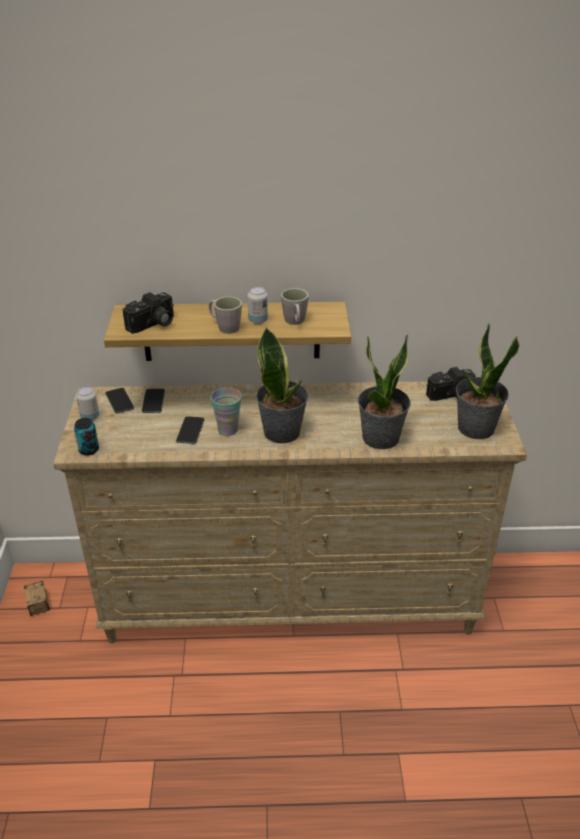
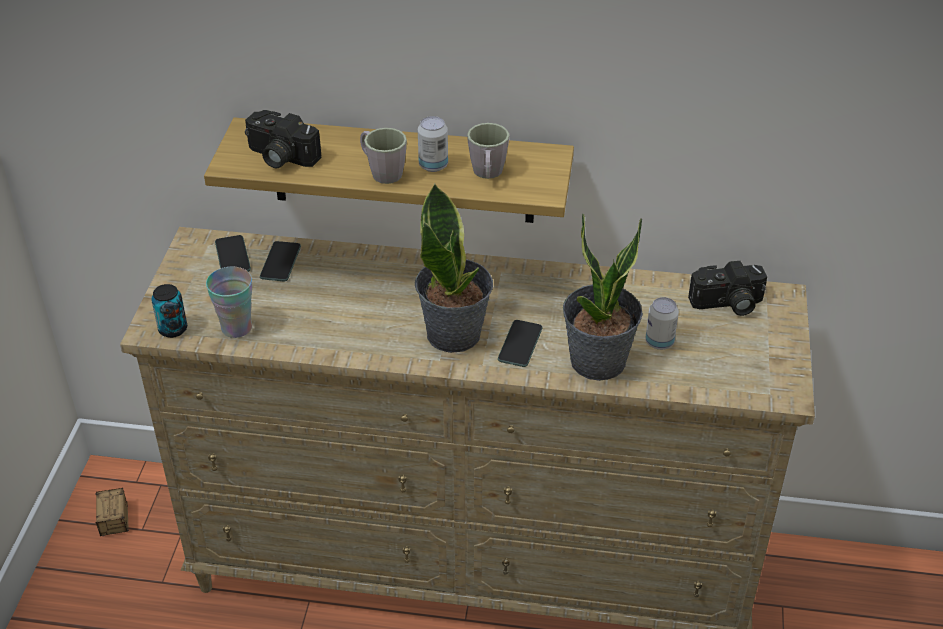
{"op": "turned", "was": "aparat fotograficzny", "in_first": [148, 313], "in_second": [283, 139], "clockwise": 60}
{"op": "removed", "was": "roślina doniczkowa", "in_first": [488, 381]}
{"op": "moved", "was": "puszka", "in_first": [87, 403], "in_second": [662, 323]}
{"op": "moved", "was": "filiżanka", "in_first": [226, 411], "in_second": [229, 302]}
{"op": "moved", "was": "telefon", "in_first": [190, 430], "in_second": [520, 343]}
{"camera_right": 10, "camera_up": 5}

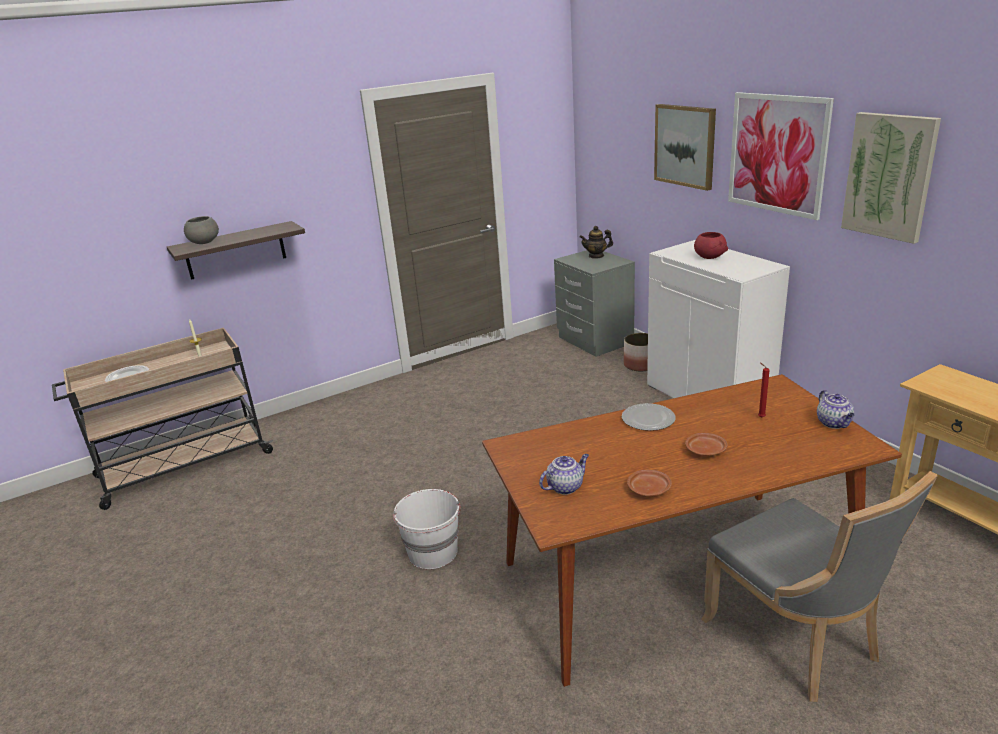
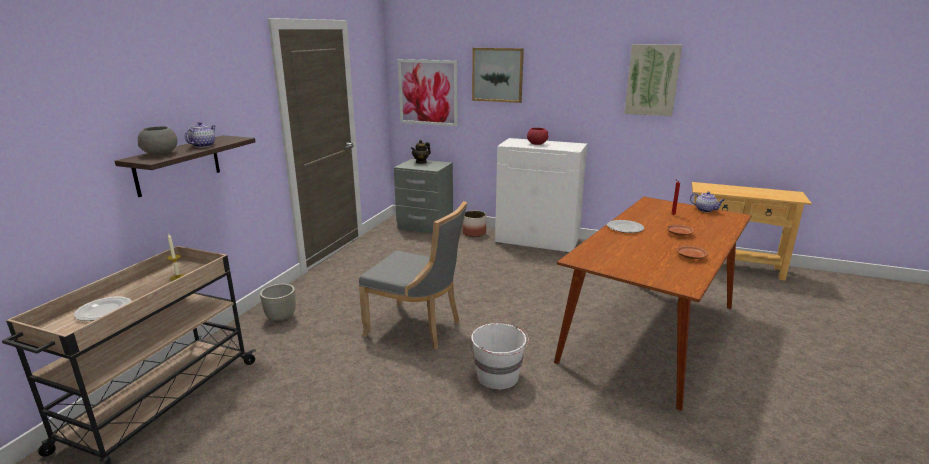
{"op": "moved", "was": "obraz", "in_first": [781, 156], "in_second": [428, 92]}
{"op": "moved", "was": "imbryk", "in_first": [564, 474], "in_second": [200, 135]}
{"op": "moved", "was": "krzesło (szary)", "in_first": [819, 586], "in_second": [413, 275]}
{"op": "added", "now": "donica (szary)", "in_second": [278, 303]}
{"camera_right": -40, "camera_up": -5}

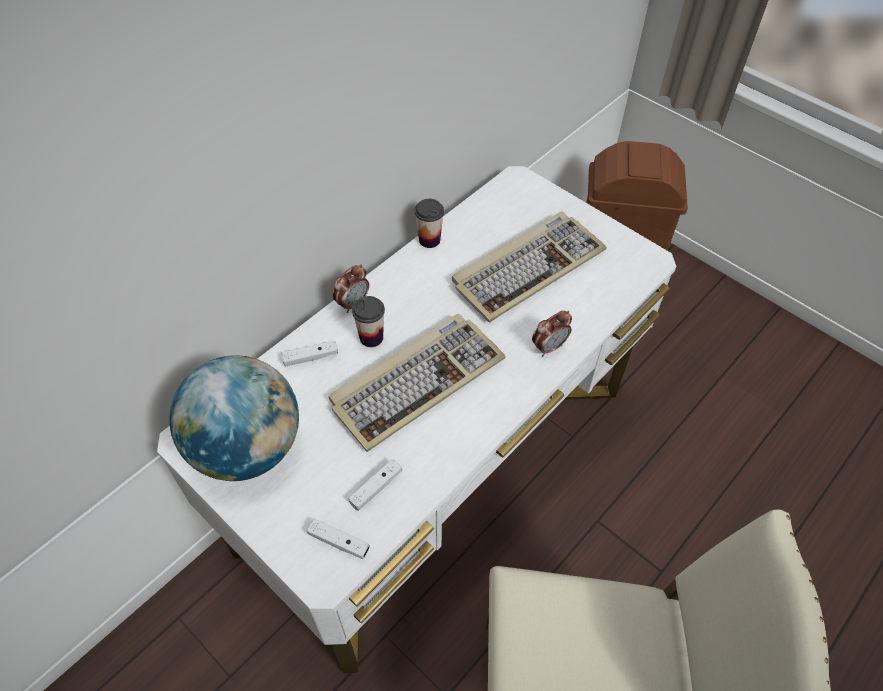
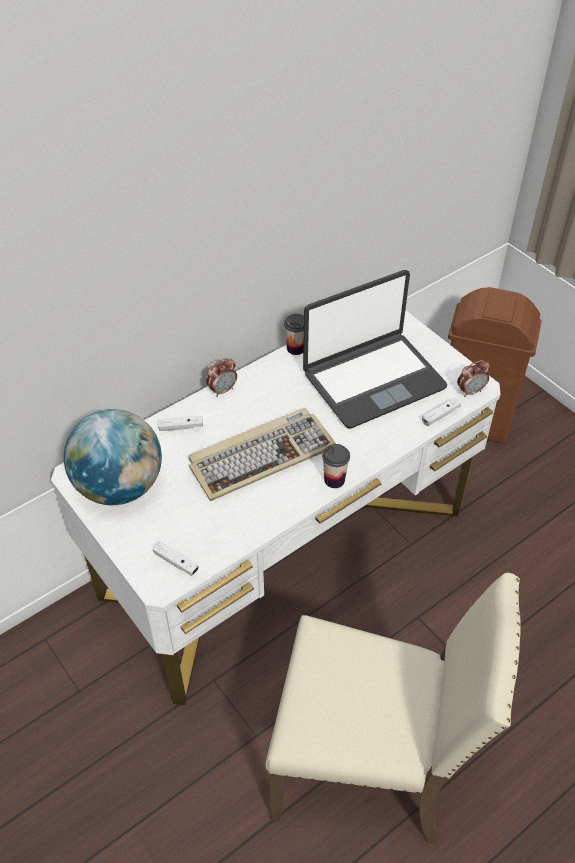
{"op": "replaced", "was": "klawiatura", "now": "laptop", "in_first": [529, 266], "in_second": [375, 349]}
{"op": "moved", "was": "filiżanka", "in_first": [368, 321], "in_second": [336, 466]}
{"op": "moved", "was": "budzik", "in_first": [552, 333], "in_second": [473, 378]}
{"op": "moved", "was": "pad do gier (biały)", "in_first": [375, 485], "in_second": [441, 412]}
{"camera_right": 10, "camera_up": -5}

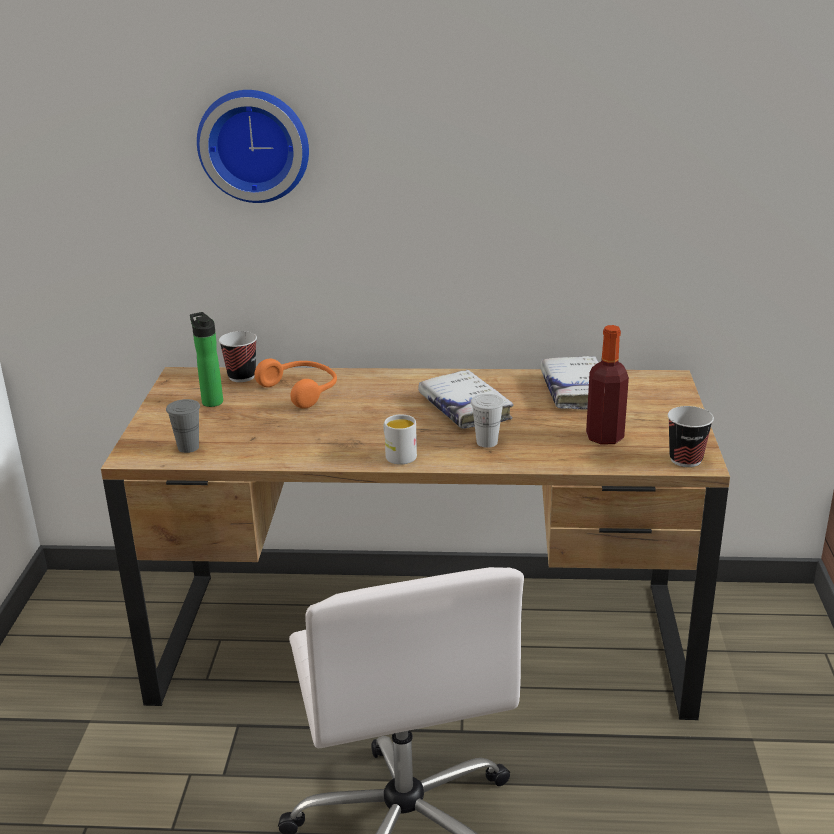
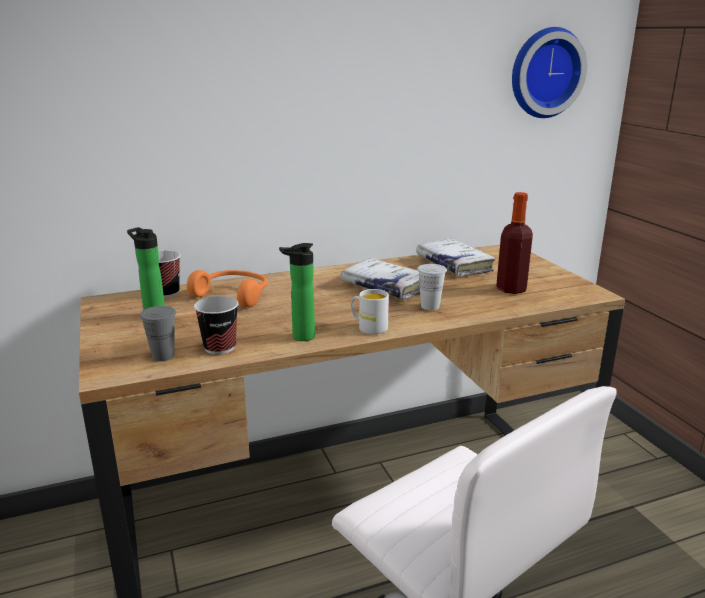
{"op": "moved", "was": "zegar ścienny", "in_first": [253, 146], "in_second": [549, 72]}
{"op": "moved", "was": "filiżanka", "in_first": [691, 436], "in_second": [216, 325]}
{"op": "added", "now": "butelka", "in_second": [297, 292]}
{"camera_right": -25, "camera_up": -5}

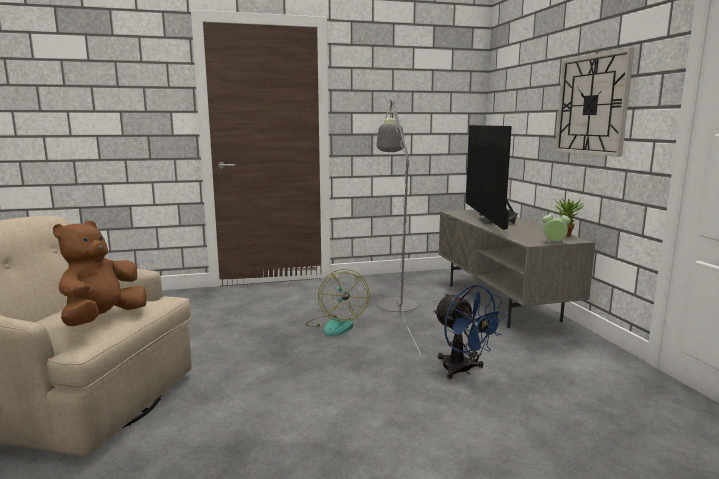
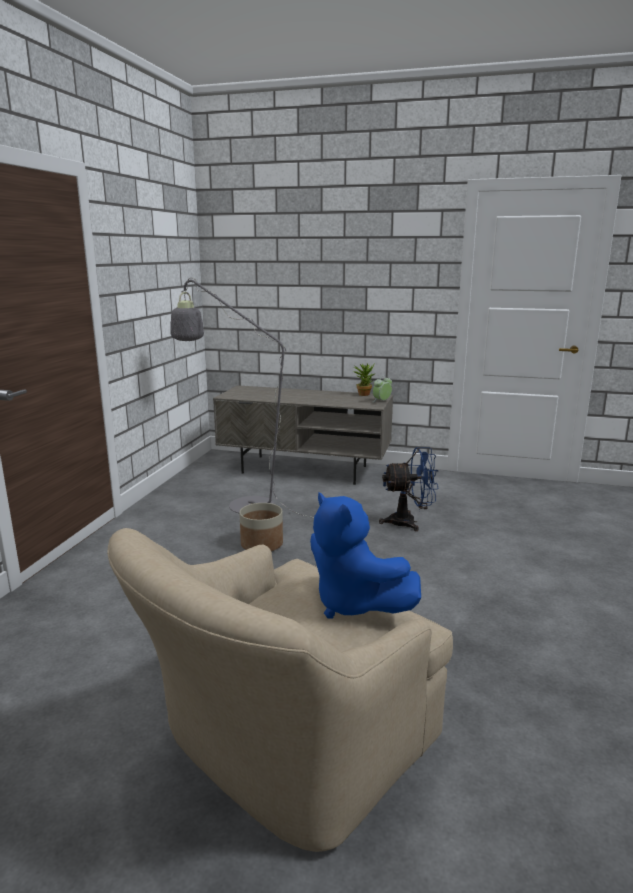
{"op": "removed", "was": "zegar ścienny", "in_first": [594, 102]}
{"op": "removed", "was": "telewizor", "in_first": [491, 177]}
{"op": "recoloured", "was": "pluszak (brązowy)", "now": "pluszak (niebieski)", "in_first": [100, 273], "in_second": [365, 555]}
{"op": "replaced", "was": "wentylator", "now": "donica", "in_first": [337, 302], "in_second": [261, 527]}
{"camera_right": -60, "camera_up": 5}

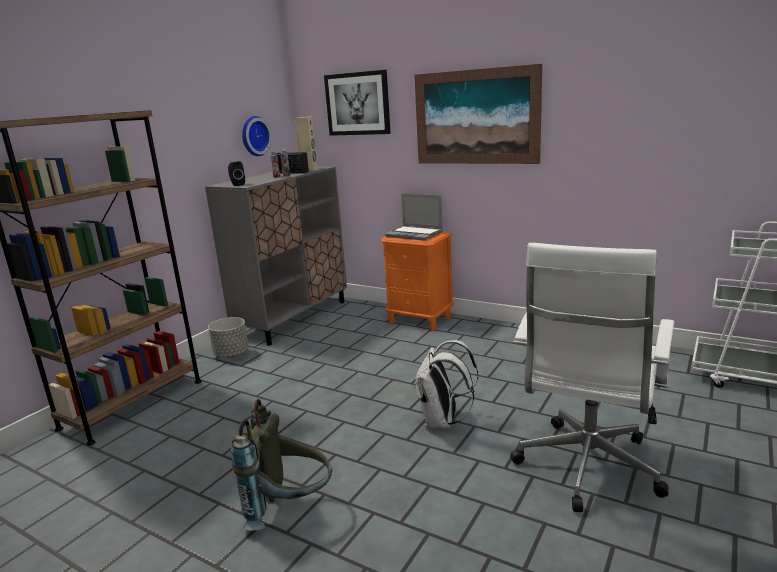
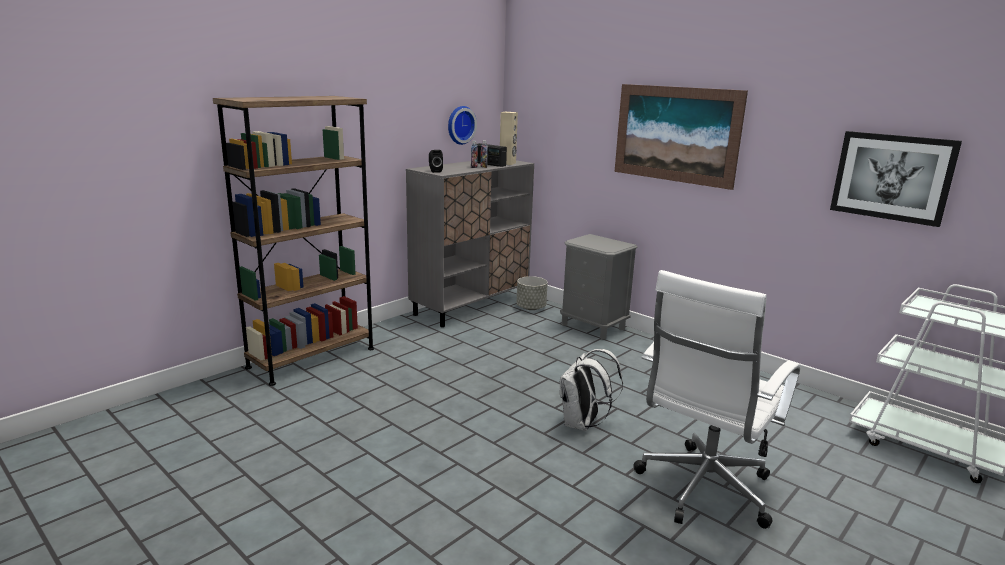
{"op": "moved", "was": "obraz", "in_first": [357, 103], "in_second": [896, 179]}
{"op": "removed", "was": "laptop", "in_first": [414, 217]}
{"op": "recoloured", "was": "szafka nocna (pomarańczowy)", "now": "szafka nocna (szary)", "in_first": [417, 281], "in_second": [599, 287]}
{"op": "moved", "was": "donica (szary)", "in_first": [228, 337], "in_second": [532, 293]}
{"op": "removed", "was": "plecak (szary)", "in_first": [281, 465]}
{"camera_right": 10, "camera_up": 0}

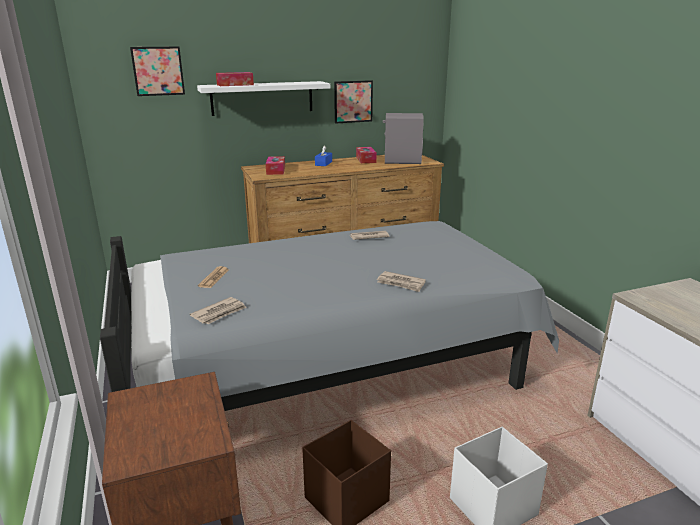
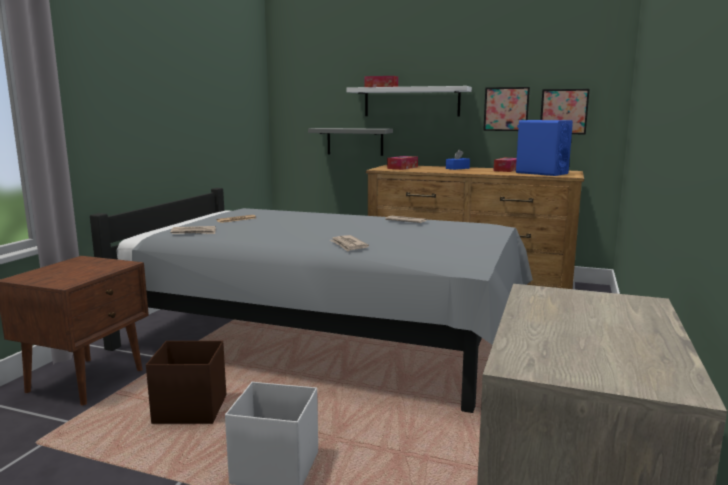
{"op": "moved", "was": "obraz", "in_first": [157, 71], "in_second": [565, 111]}
{"op": "recoloured", "was": "głośnik (szary)", "now": "głośnik (niebieski)", "in_first": [403, 138], "in_second": [544, 148]}
{"op": "added", "now": "półka (szary)", "in_second": [350, 142]}
{"camera_right": 40, "camera_up": -10}

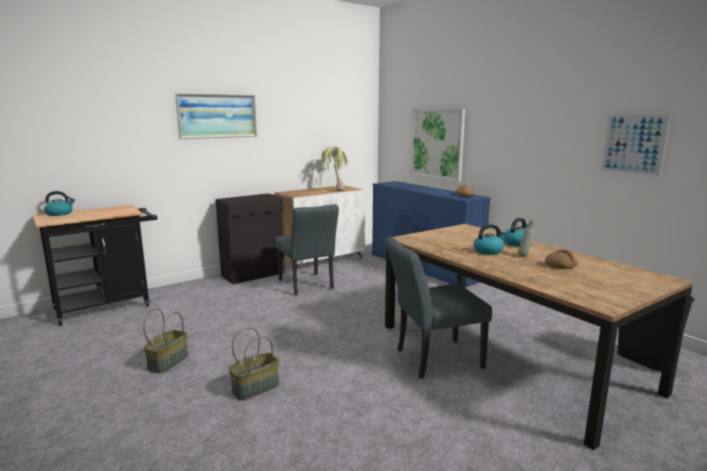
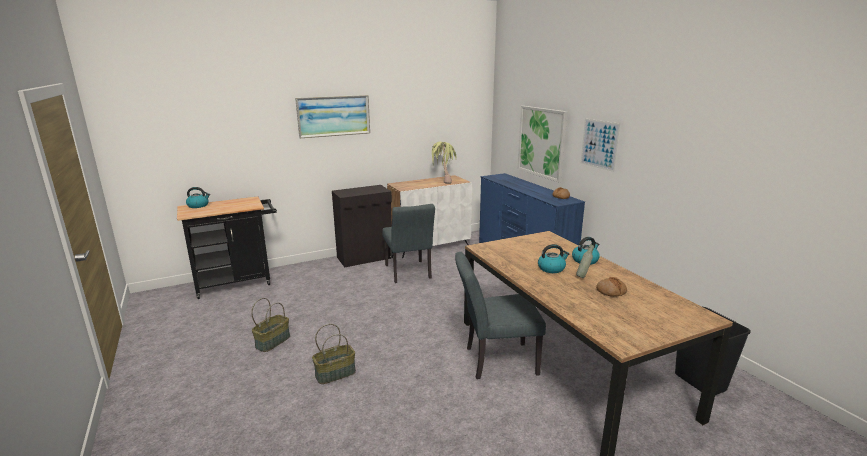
{"op": "moved", "was": "obraz", "in_first": [635, 145], "in_second": [601, 145]}
{"camera_right": 10, "camera_up": 5}

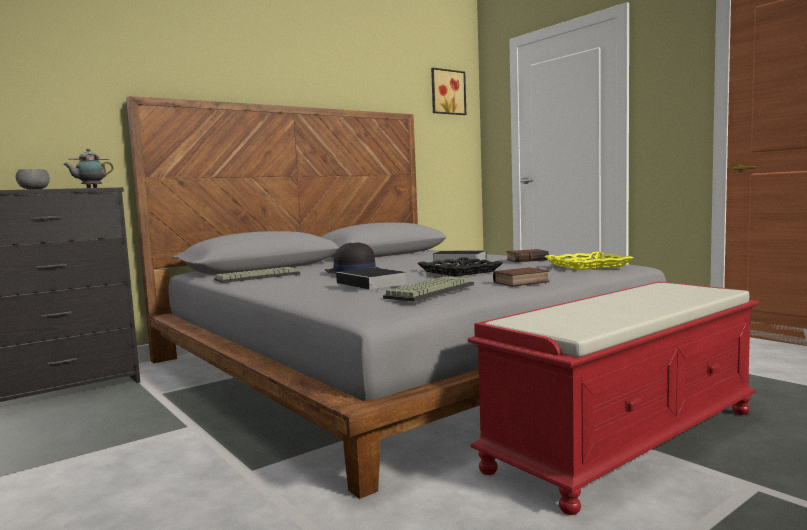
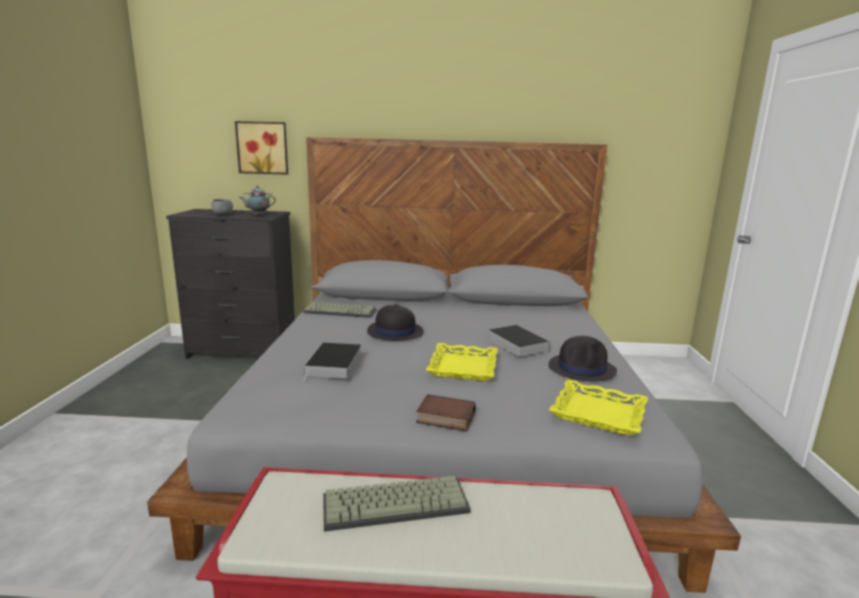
{"op": "moved", "was": "obraz", "in_first": [448, 91], "in_second": [261, 148]}
{"op": "replaced", "was": "książka", "now": "kapelusz (czarny)", "in_first": [527, 255], "in_second": [583, 358]}
{"op": "recoloured", "was": "taca (czarny)", "now": "taca (żółty)", "in_first": [460, 266], "in_second": [462, 362]}
{"op": "moved", "was": "klawiatura", "in_first": [428, 289], "in_second": [397, 504]}
{"camera_right": 40, "camera_up": 10}

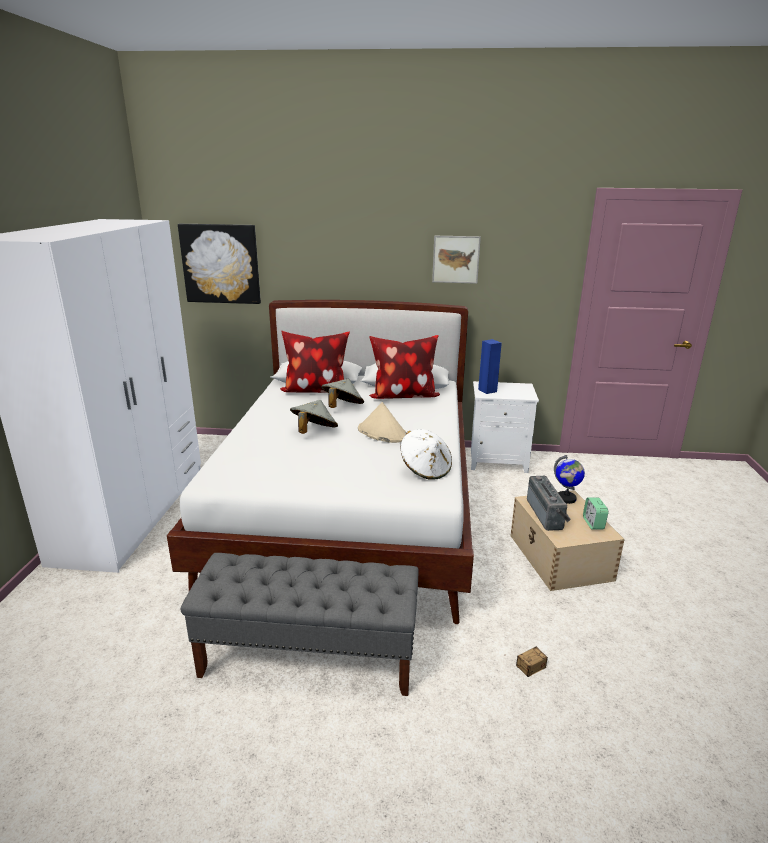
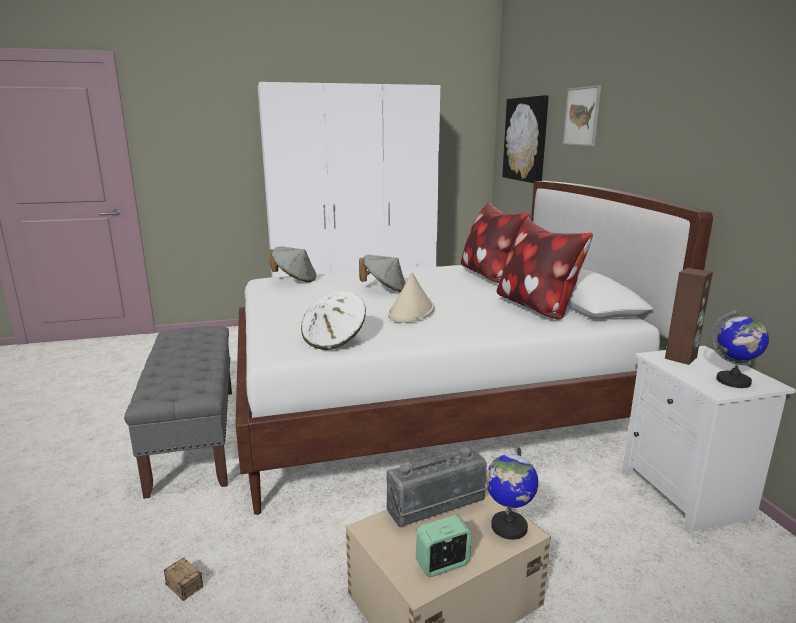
{"op": "moved", "was": "obraz", "in_first": [456, 260], "in_second": [582, 115]}
{"op": "recoloured", "was": "głośnik (niebieski)", "now": "głośnik (brązowy)", "in_first": [490, 366], "in_second": [689, 316]}
{"op": "moved", "was": "kapelusz (szary)", "in_first": [342, 393], "in_second": [292, 264]}
{"op": "added", "now": "globus", "in_second": [739, 349]}
{"camera_right": 70, "camera_up": -5}

